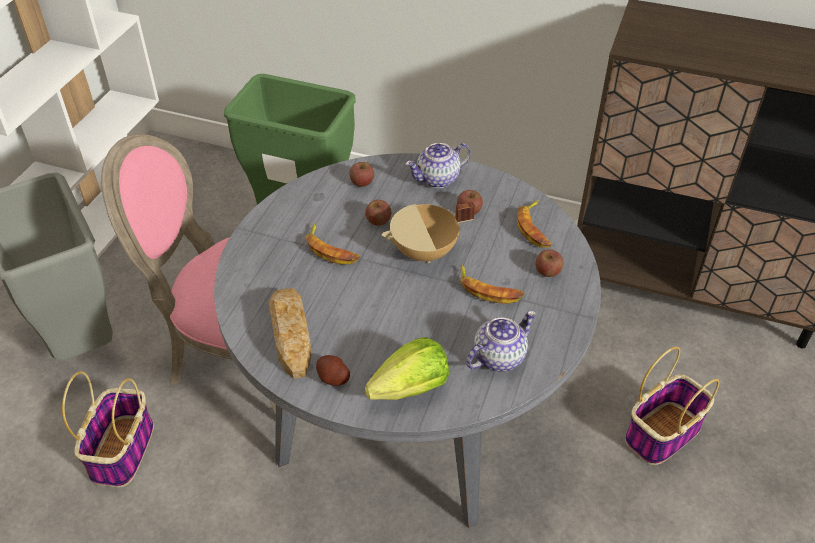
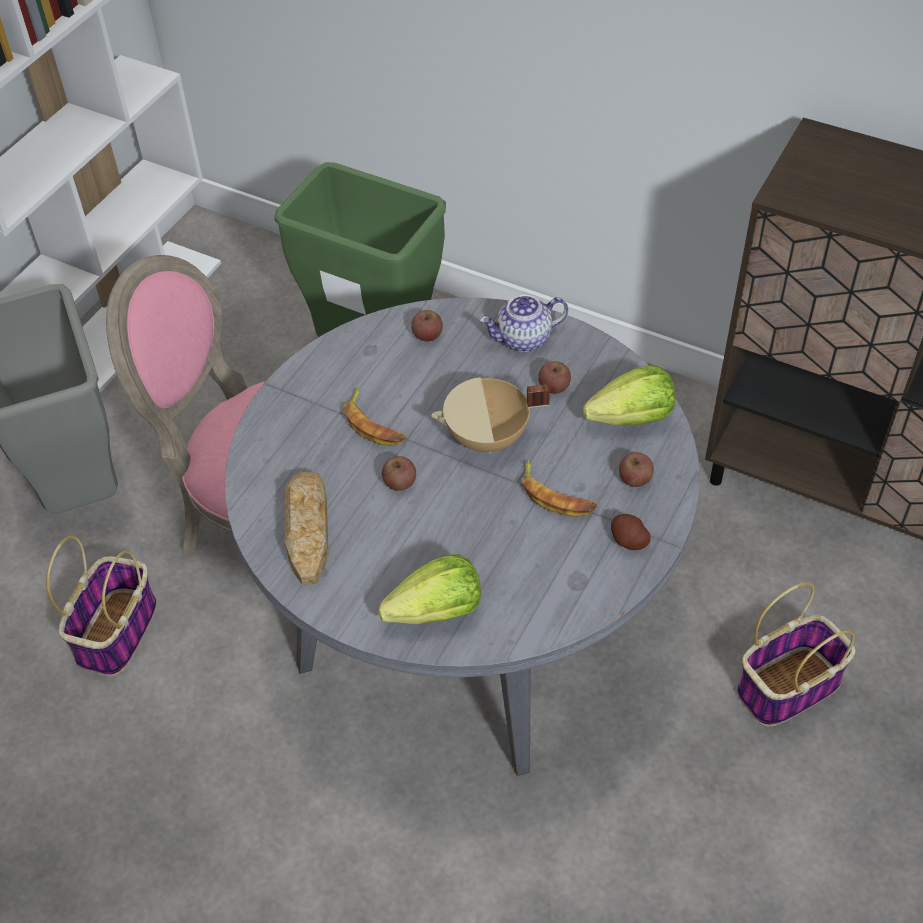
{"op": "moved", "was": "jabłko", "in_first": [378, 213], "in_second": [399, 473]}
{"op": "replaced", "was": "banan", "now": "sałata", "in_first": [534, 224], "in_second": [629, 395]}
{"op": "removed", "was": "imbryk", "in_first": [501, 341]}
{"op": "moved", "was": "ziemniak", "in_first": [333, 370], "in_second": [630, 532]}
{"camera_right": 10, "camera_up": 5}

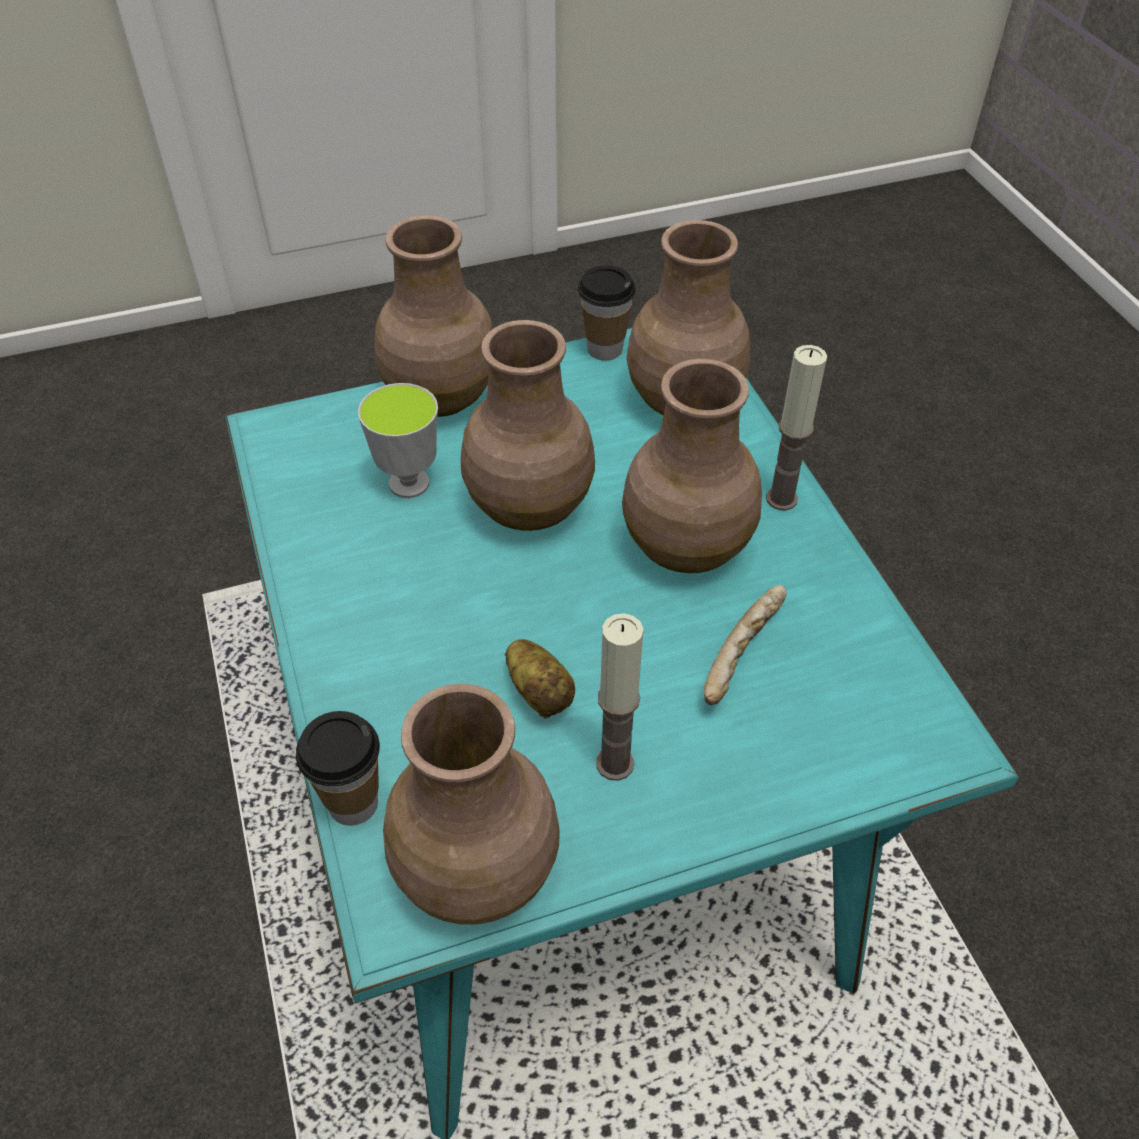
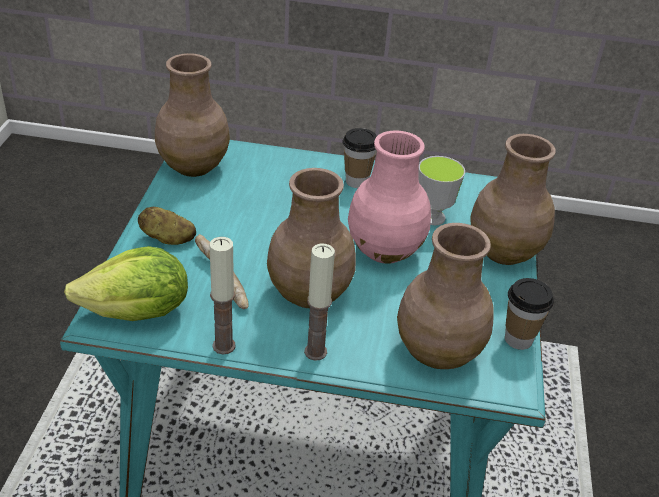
{"op": "recoloured", "was": "wazon (brązowy)", "now": "wazon (różowy)", "in_first": [528, 425], "in_second": [389, 197]}
{"op": "moved", "was": "świeca", "in_first": [620, 697], "in_second": [222, 296]}
{"op": "moved", "was": "ziemniak", "in_first": [540, 679], "in_second": [167, 225]}
{"op": "moved", "was": "filiżanka", "in_first": [338, 768], "in_second": [359, 158]}
{"op": "added", "now": "sałata", "in_second": [126, 283]}
{"camera_right": 115, "camera_up": -10}

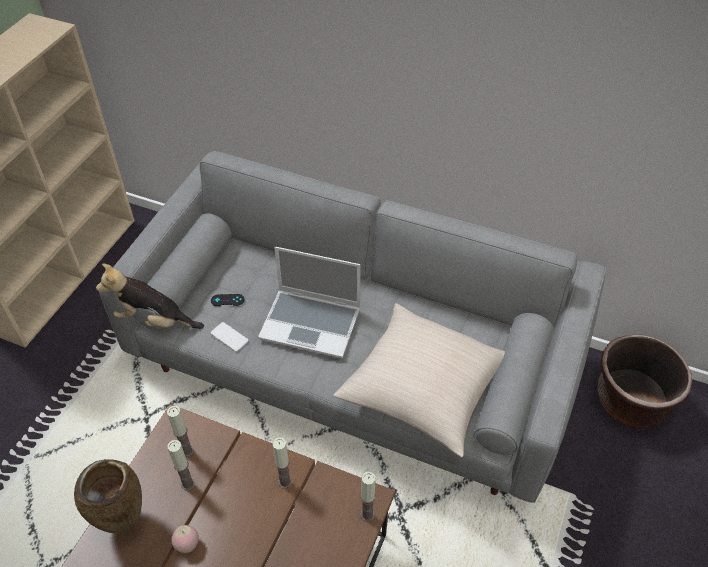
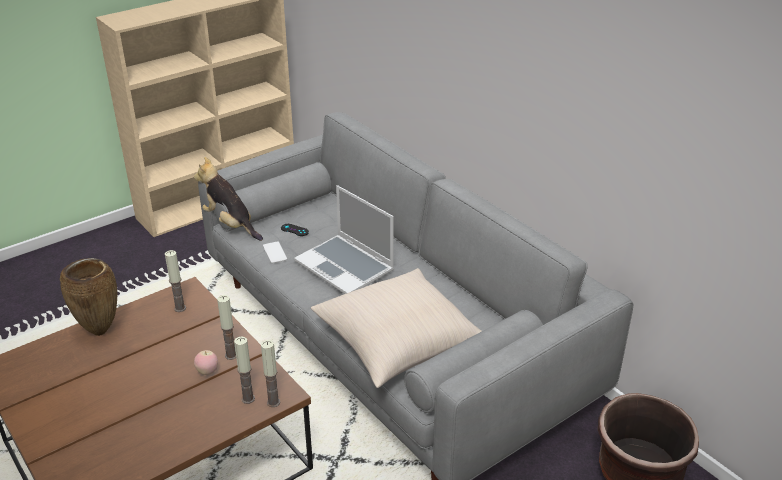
{"op": "moved", "was": "świeca", "in_first": [181, 465], "in_second": [244, 370]}
{"op": "moved", "was": "jabłko", "in_first": [185, 539], "in_second": [206, 362]}
{"camera_right": 30, "camera_up": -15}

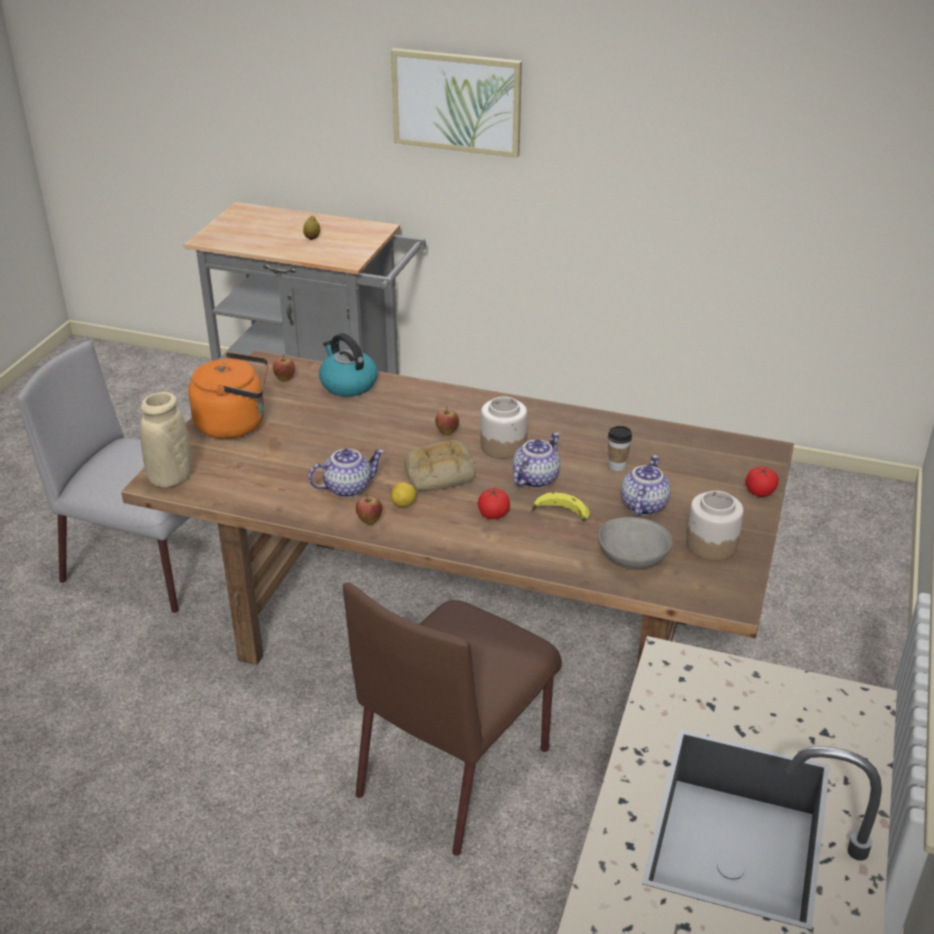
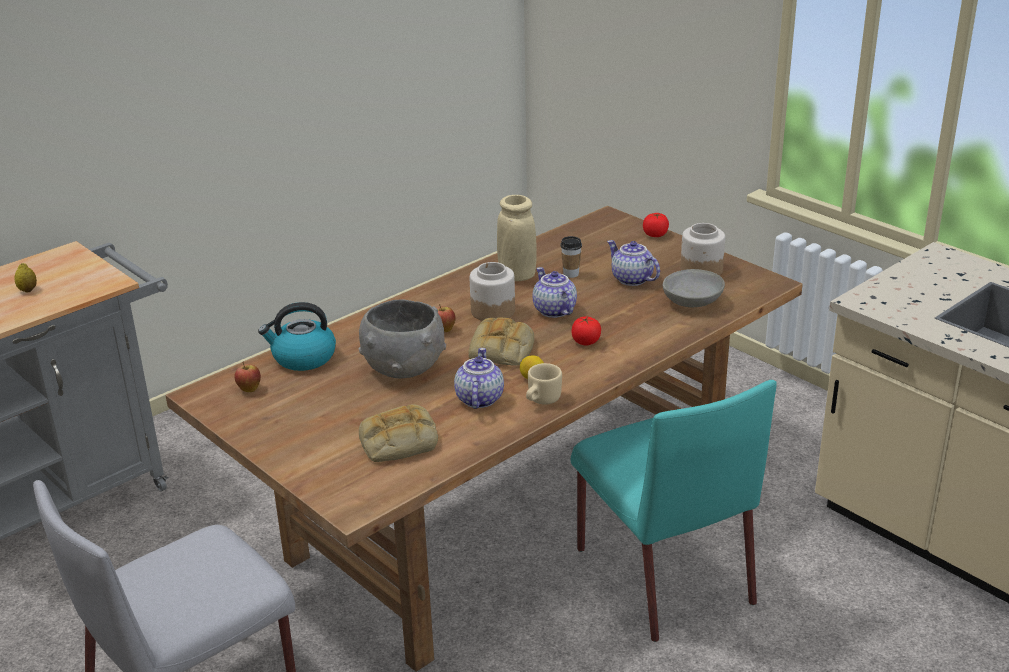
{"op": "removed", "was": "obraz", "in_first": [456, 103]}
{"op": "removed", "was": "czajnik (pomarańczowy)", "in_first": [228, 395]}
{"op": "moved", "was": "wazon (beżowy)", "in_first": [166, 440], "in_second": [517, 238]}
{"op": "removed", "was": "banan", "in_first": [560, 506]}
{"op": "replaced", "was": "jabłko", "now": "kubek (beżowy)", "in_first": [369, 509], "in_second": [544, 384]}
{"op": "recoloured", "was": "krzesło (brązowy)", "now": "krzesło (turkusowy)", "in_first": [452, 719], "in_second": [673, 511]}
{"op": "added", "now": "miska (szary)", "in_second": [402, 338]}
{"op": "added", "now": "chleb", "in_second": [398, 433]}
{"camera_right": -60, "camera_up": -5}

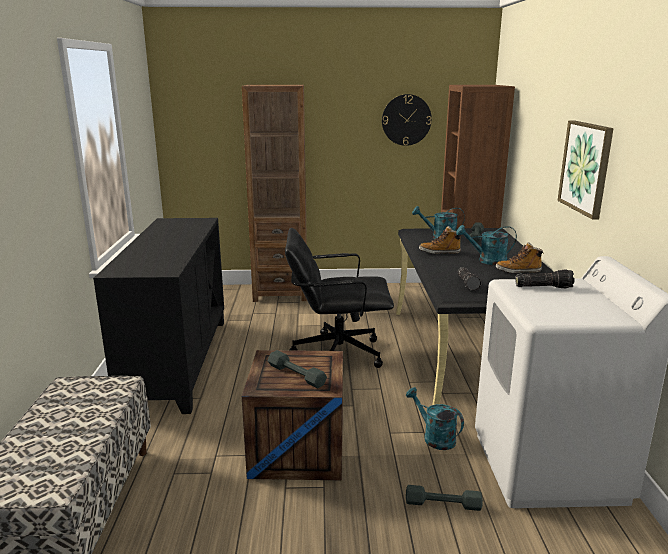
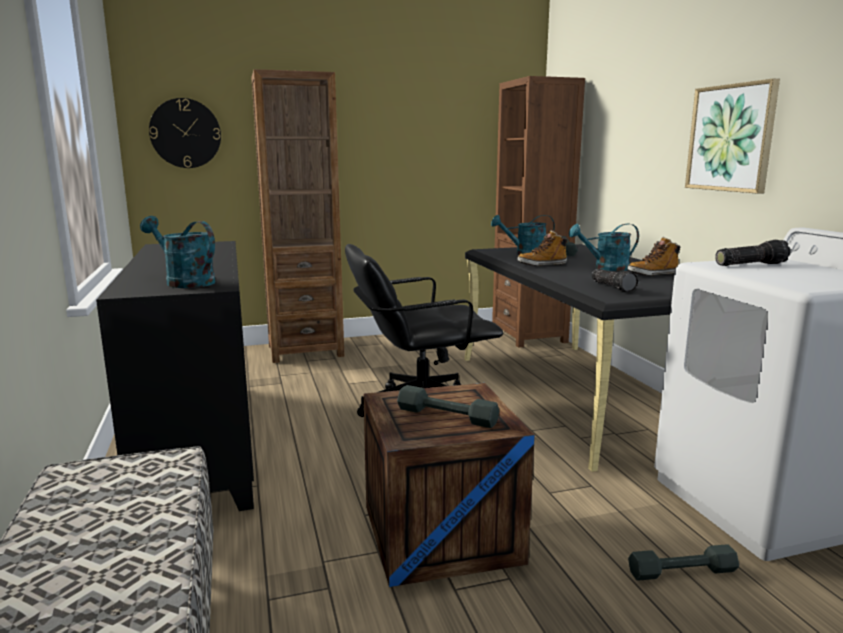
{"op": "moved", "was": "zegar ścienny", "in_first": [407, 120], "in_second": [185, 133]}
{"op": "moved", "was": "konewka (turkusowy)", "in_first": [435, 418], "in_second": [177, 252]}
{"camera_right": -15, "camera_up": -5}

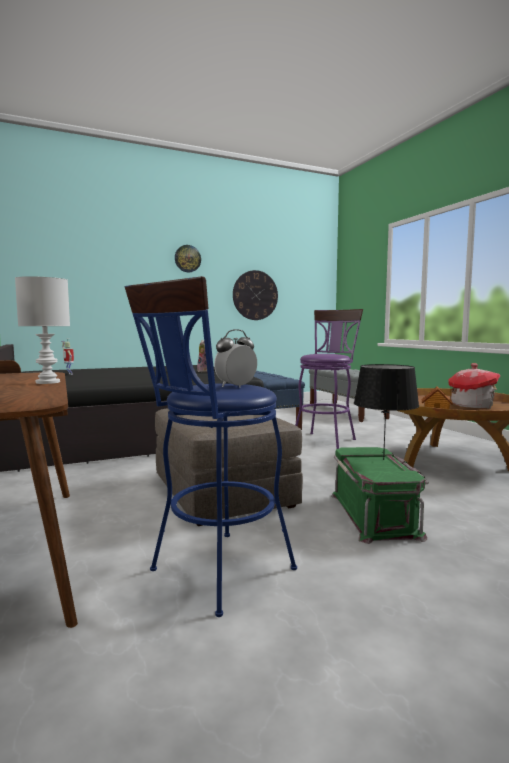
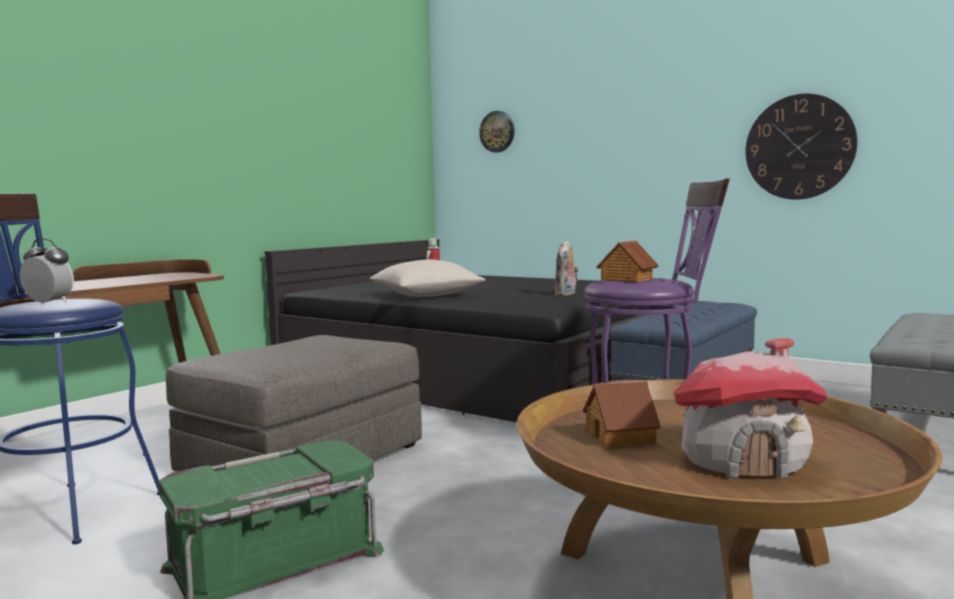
{"op": "moved", "was": "zegar ścienny", "in_first": [188, 258], "in_second": [497, 132]}
{"op": "removed", "was": "lampa stołowa (biały)", "in_first": [42, 330]}
{"op": "removed", "was": "lampa stołowa (czarny)", "in_first": [386, 412]}
{"op": "added", "now": "domek", "in_second": [627, 261]}
{"op": "added", "now": "poduszka (beżowy)", "in_second": [427, 278]}
{"camera_right": 60, "camera_up": 0}

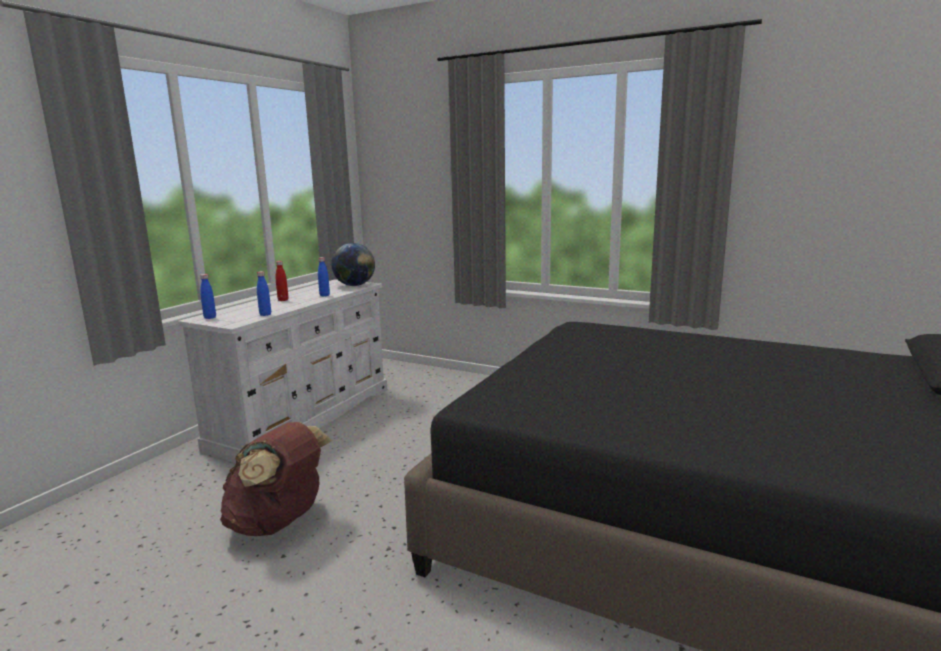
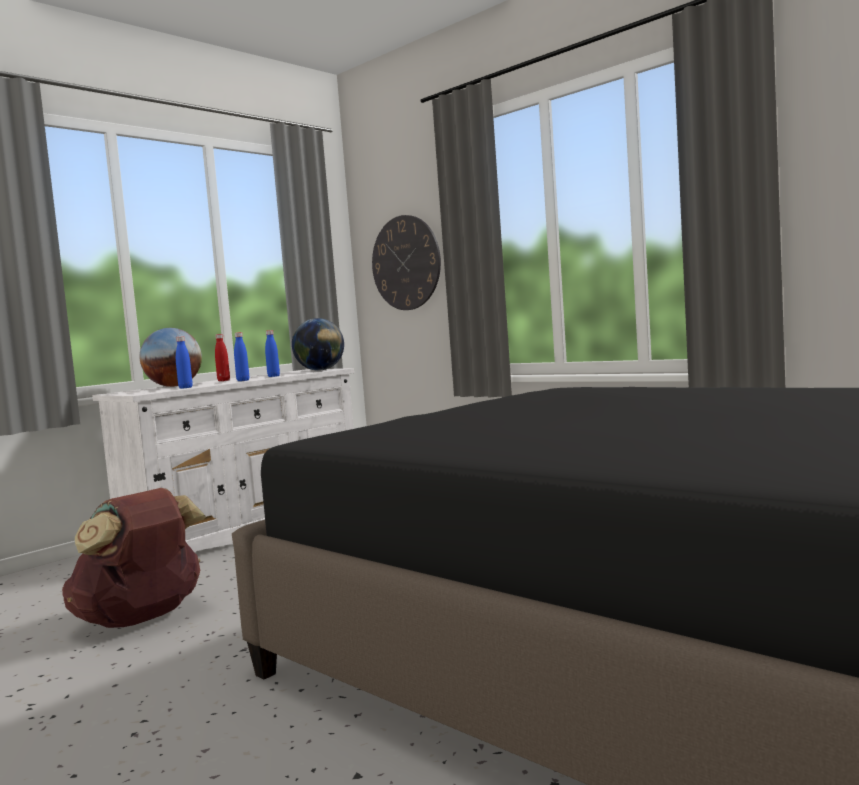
{"op": "moved", "was": "butelka (niebieski)", "in_first": [208, 296], "in_second": [241, 356]}
{"op": "added", "now": "zegar ścienny", "in_second": [406, 262]}
{"op": "added", "now": "globus", "in_second": [171, 357]}
{"camera_right": 15, "camera_up": -10}

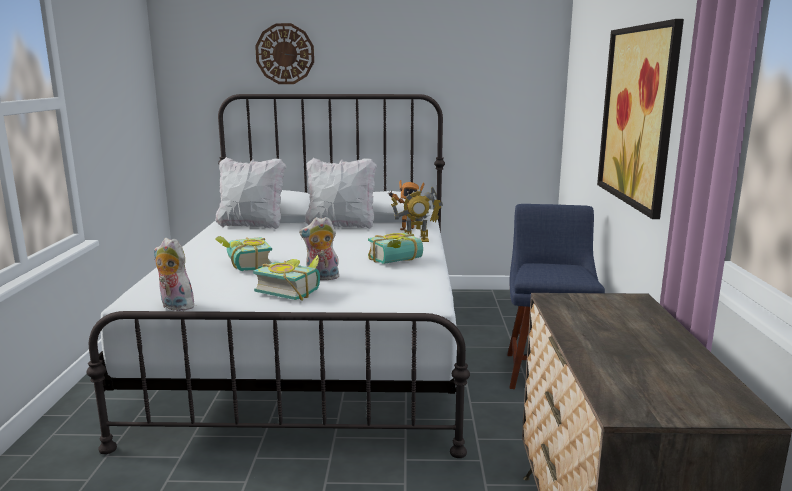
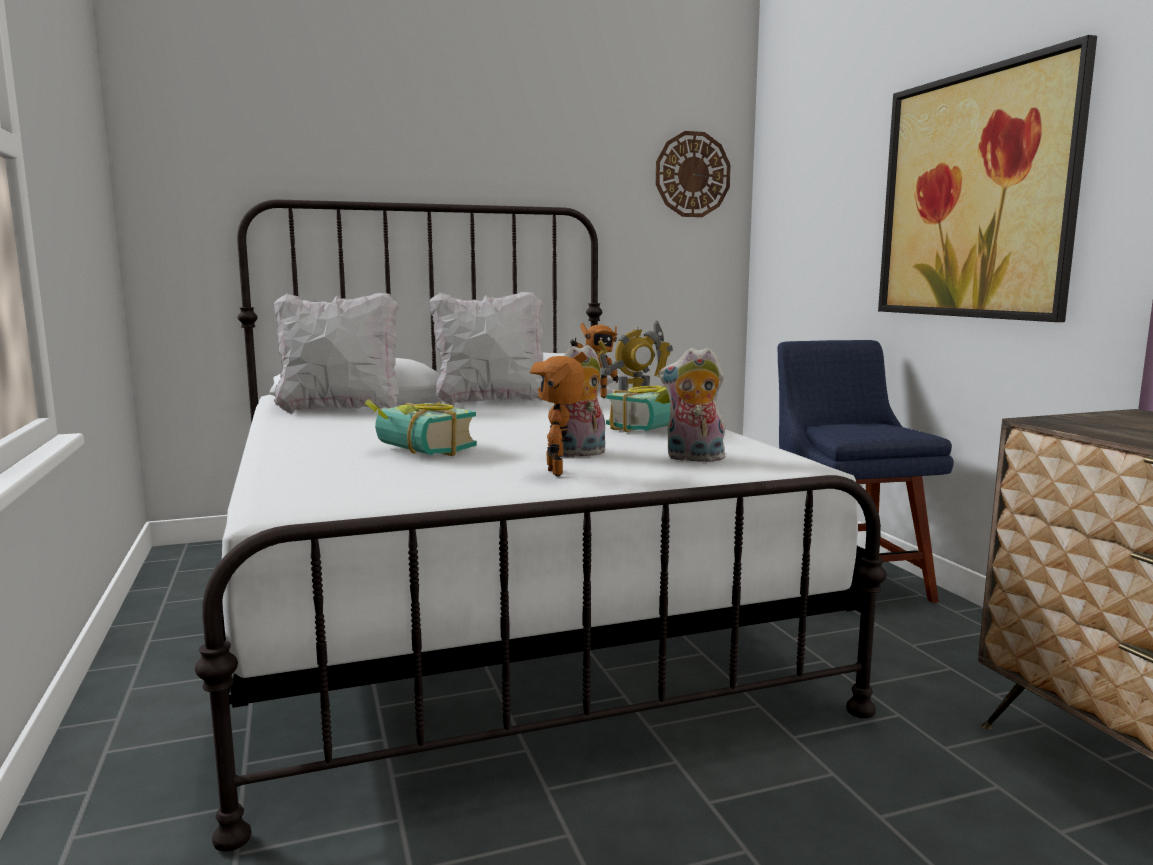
{"op": "moved", "was": "zegar ścienny", "in_first": [284, 53], "in_second": [693, 174]}
{"op": "moved", "was": "pluszak", "in_first": [174, 274], "in_second": [692, 404]}
{"op": "replaced", "was": "książka", "now": "robot zabawkowy", "in_first": [286, 278], "in_second": [558, 414]}
{"camera_right": -20, "camera_up": -5}

